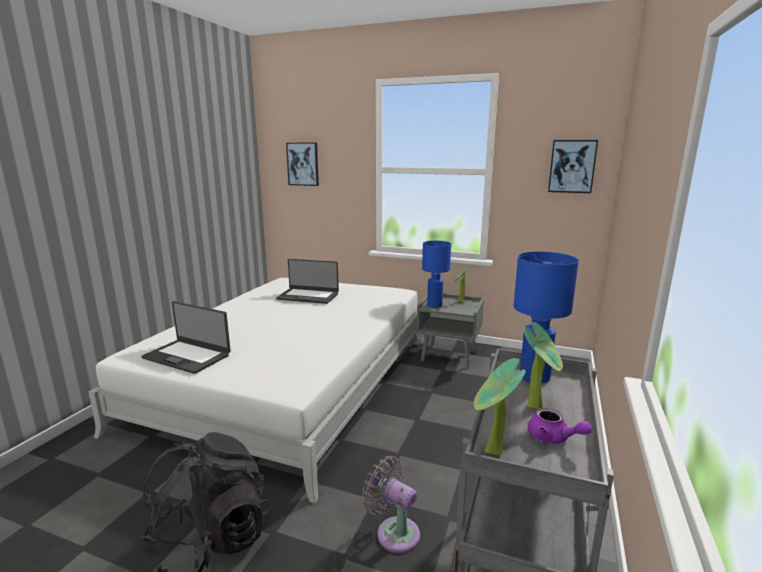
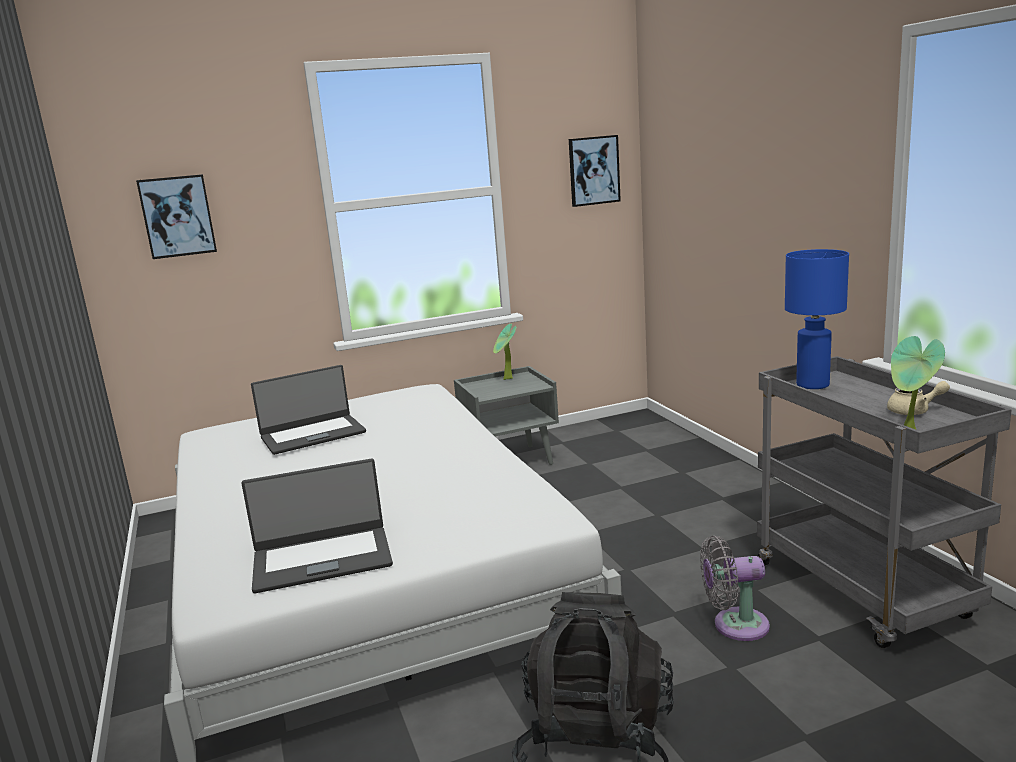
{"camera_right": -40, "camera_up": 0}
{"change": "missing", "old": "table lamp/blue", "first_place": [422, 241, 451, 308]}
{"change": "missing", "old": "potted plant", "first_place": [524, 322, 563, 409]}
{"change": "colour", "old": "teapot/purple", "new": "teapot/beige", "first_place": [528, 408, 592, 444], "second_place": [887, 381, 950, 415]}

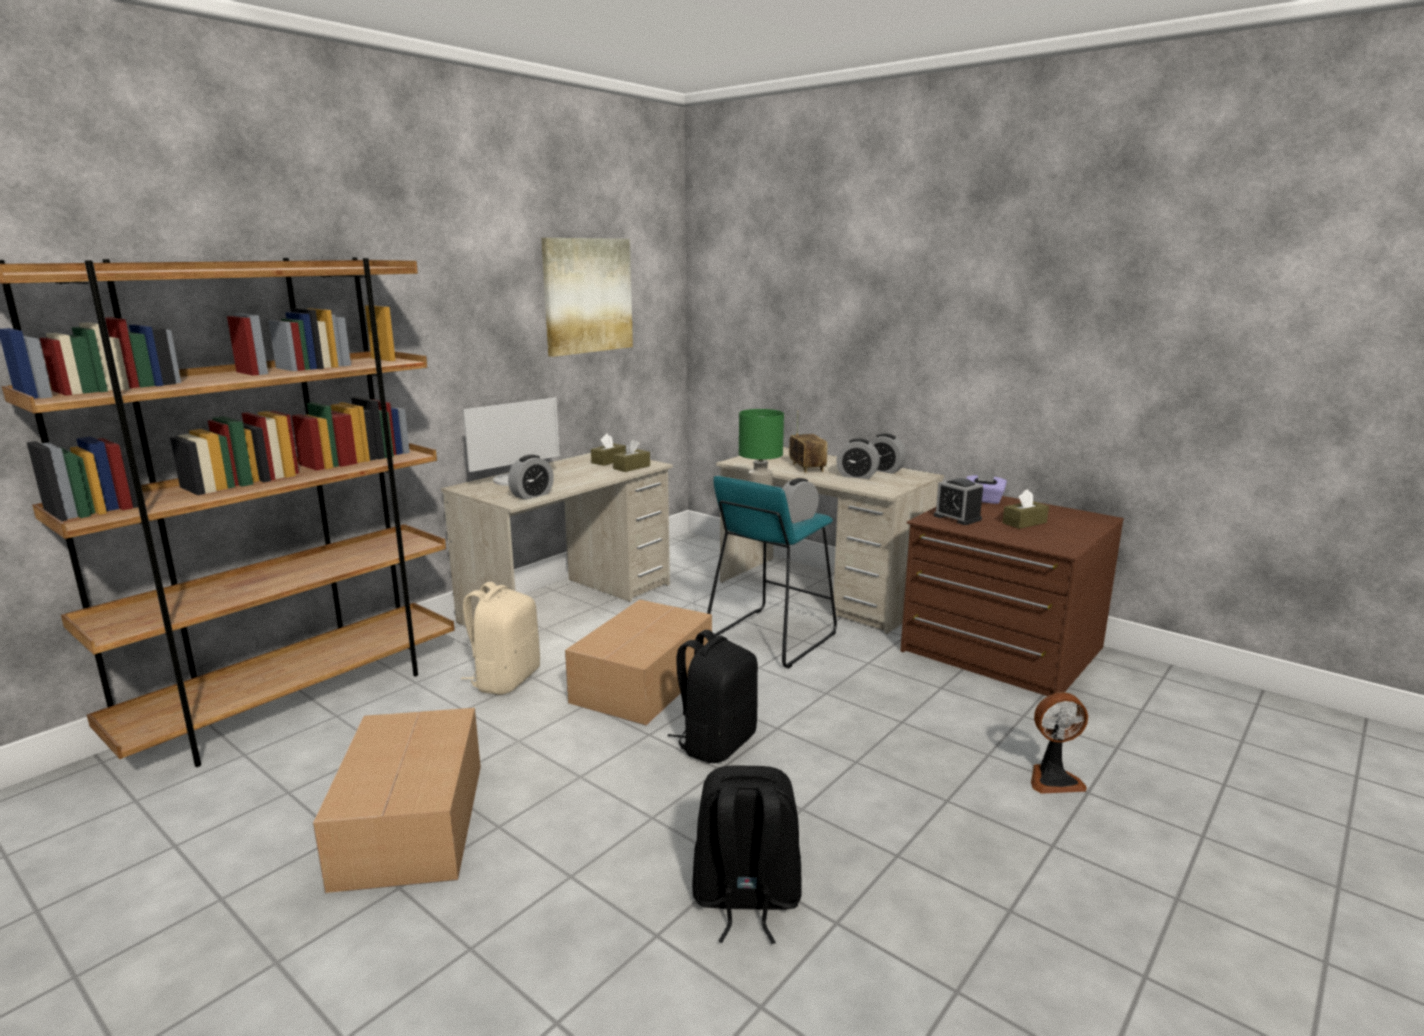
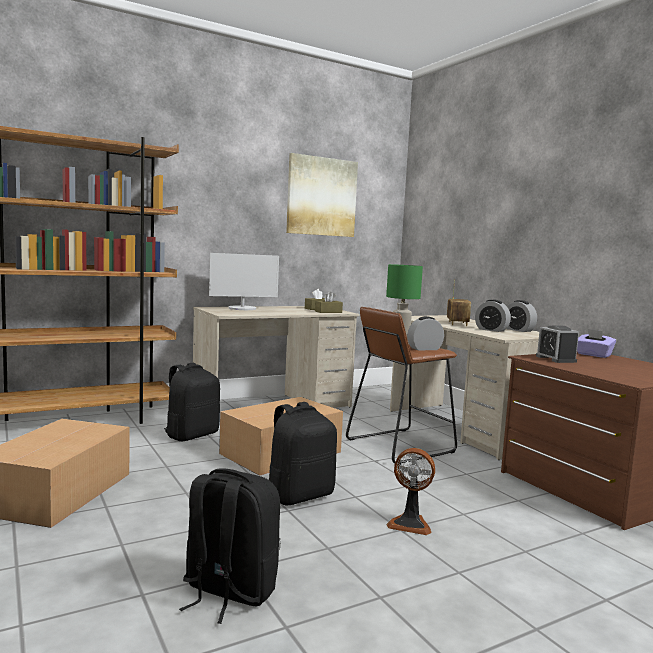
{"camera_right": 20, "camera_up": -10}
{"change": "missing", "old": "alarm clock", "first_place": [508, 455, 554, 500]}
{"change": "missing", "old": "tissue box/brown", "first_place": [1003, 489, 1049, 529]}
{"change": "relocated", "old": "fan", "first_place": [1031, 692, 1088, 794], "second_place": [386, 448, 435, 535]}
{"change": "colour", "old": "backpack/beige", "new": "backpack/black", "first_place": [461, 582, 540, 695], "second_place": [164, 363, 220, 441]}
{"change": "colour", "old": "stool/turquoise", "new": "stool/brown", "first_place": [707, 476, 837, 669], "second_place": [346, 307, 457, 464]}

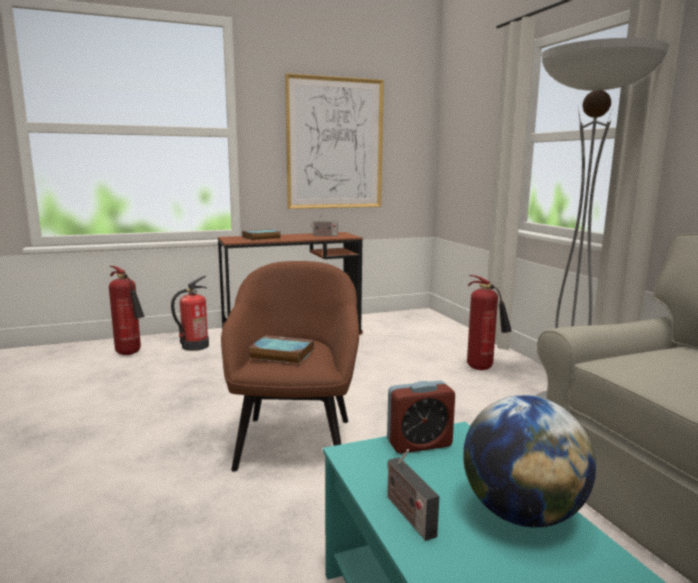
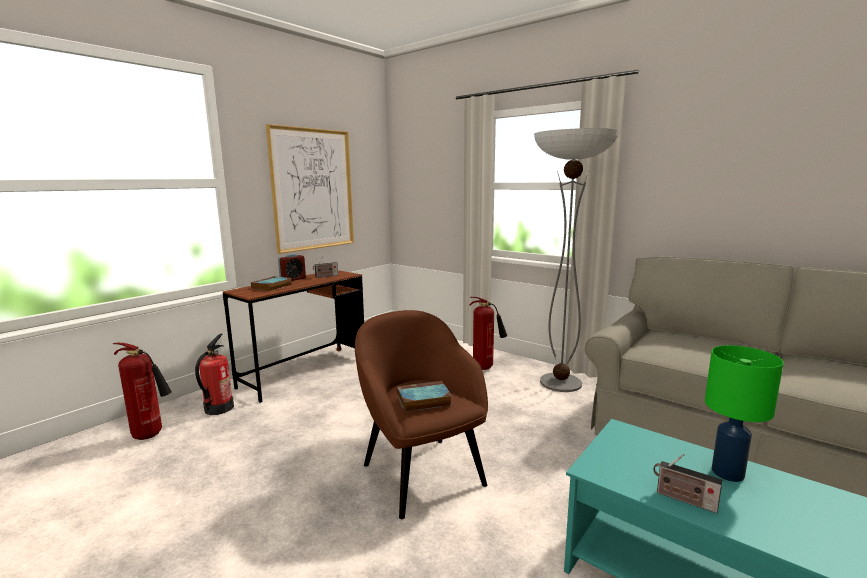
{"camera_right": -30, "camera_up": 0}
{"change": "relocated", "old": "alarm clock", "first_place": [387, 381, 455, 454], "second_place": [278, 254, 306, 281]}
{"change": "exchanged", "old": "globe", "new": "table lamp/green", "first_place": [463, 395, 596, 528], "second_place": [705, 345, 784, 482]}

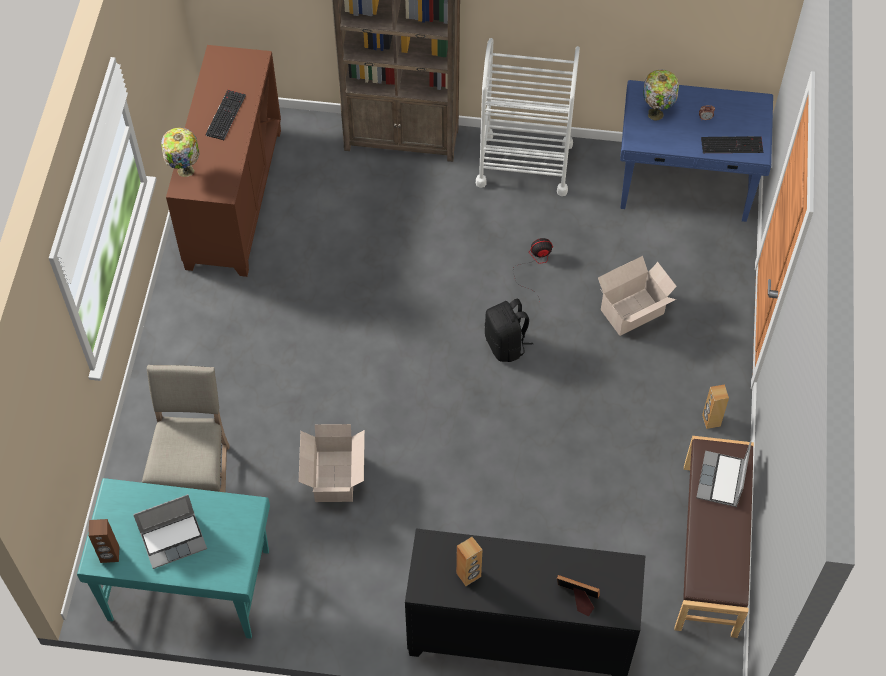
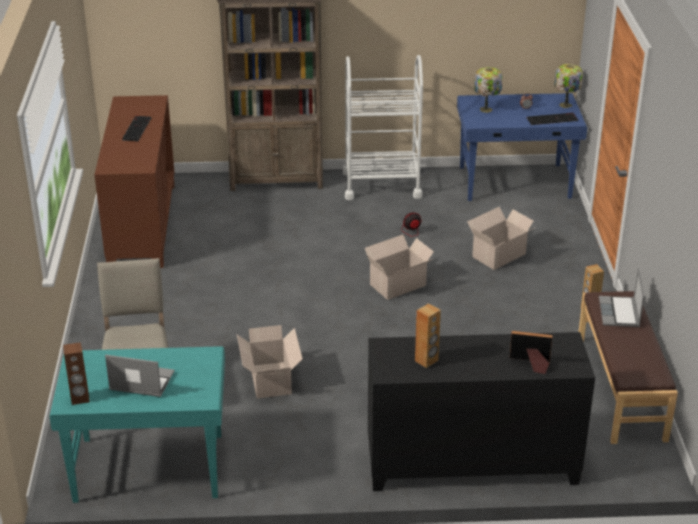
{"camera_right": -10, "camera_up": -25}
{"change": "relocated", "old": "table lamp", "first_place": [161, 128, 200, 177], "second_place": [554, 64, 583, 108]}
{"change": "exchanged", "old": "backpack/black", "new": "cardboard box", "first_place": [485, 298, 533, 362], "second_place": [365, 235, 434, 300]}
{"change": "spun", "old": "laptop", "first_place": [133, 494, 207, 569], "second_place": [105, 355, 175, 397], "degrees": -135}

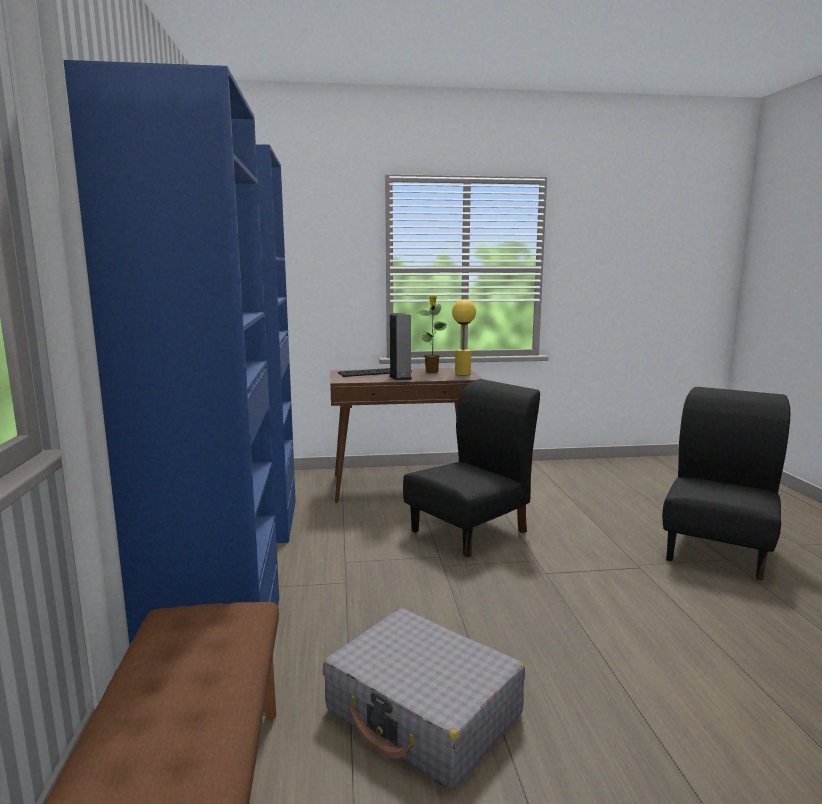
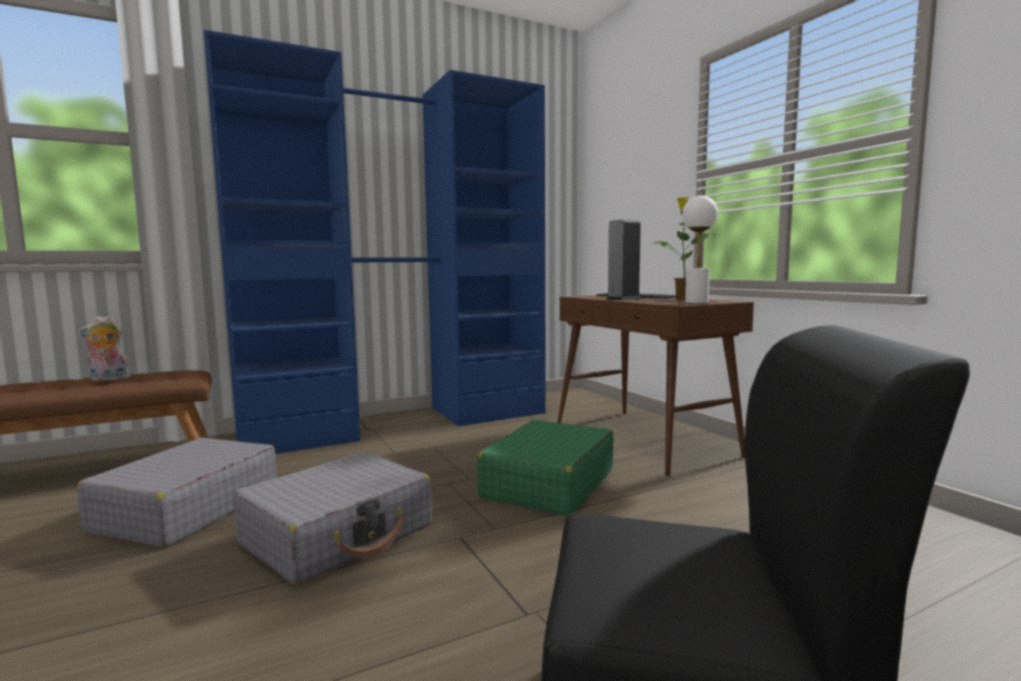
{"camera_right": 70, "camera_up": -5}
{"change": "appeared", "new": "plush toy", "second_place": [78, 315, 130, 381]}
{"change": "appeared", "new": "suitcase/grey", "second_place": [232, 452, 432, 585]}
{"change": "exchanged", "old": "chair/black", "new": "suitcase/green", "first_place": [403, 379, 540, 558], "second_place": [477, 420, 614, 516]}
{"change": "colour", "old": "table lamp/yellow", "new": "table lamp/white", "first_place": [452, 299, 476, 376], "second_place": [682, 195, 718, 304]}

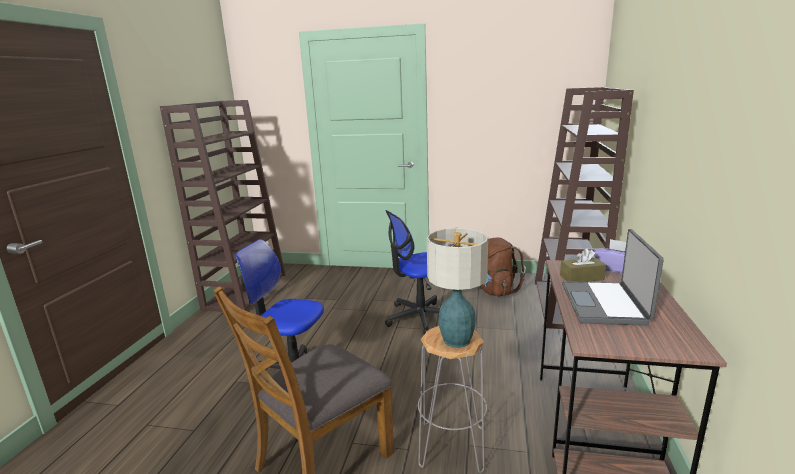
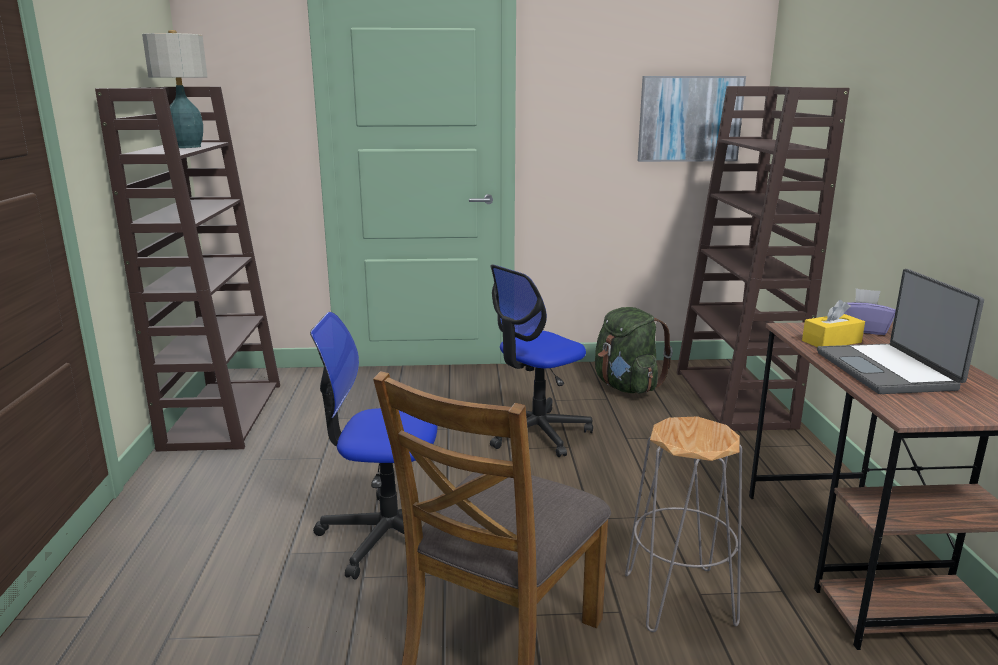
{"camera_right": -15, "camera_up": 0}
{"change": "appeared", "new": "picture", "second_place": [638, 76, 746, 162]}
{"change": "relocated", "old": "table lamp", "first_place": [427, 228, 488, 348], "second_place": [142, 30, 207, 148]}
{"change": "colour", "old": "backpack/brown", "new": "backpack/green", "first_place": [479, 238, 526, 297], "second_place": [595, 307, 673, 393]}
{"change": "colour", "old": "tissue box/brown", "new": "tissue box/yellow", "first_place": [560, 248, 606, 282], "second_place": [802, 300, 865, 347]}

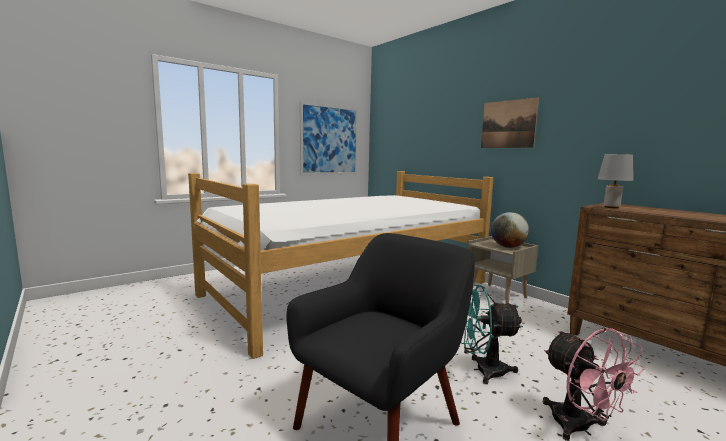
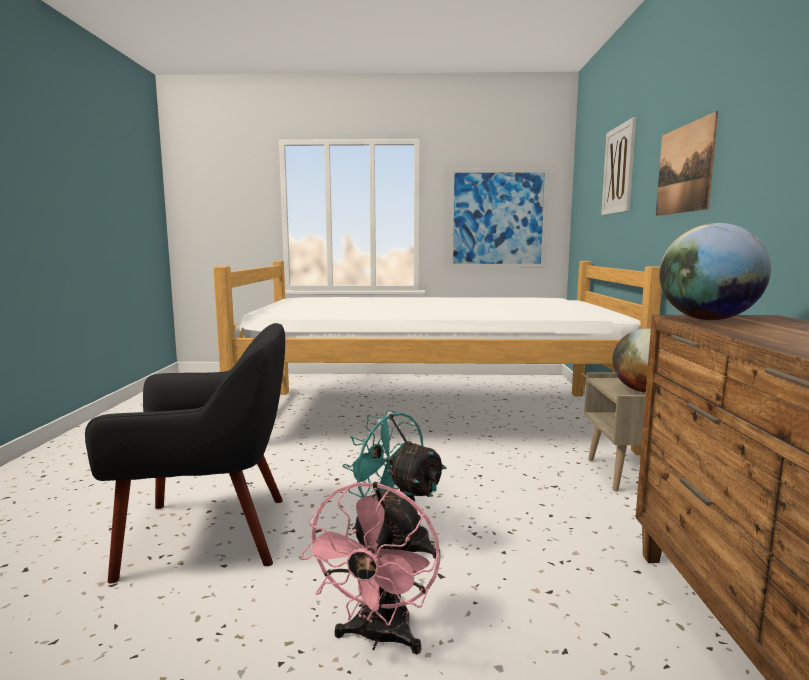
{"camera_right": 40, "camera_up": 0}
{"change": "appeared", "new": "picture", "second_place": [601, 117, 636, 215]}
{"change": "exchanged", "old": "table lamp/grey", "new": "globe", "first_place": [598, 154, 633, 208], "second_place": [659, 223, 771, 320]}

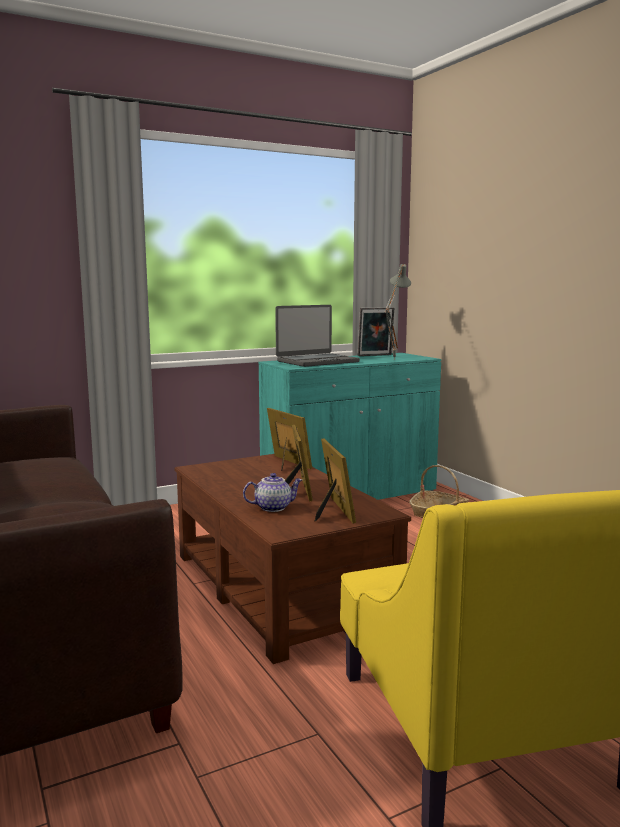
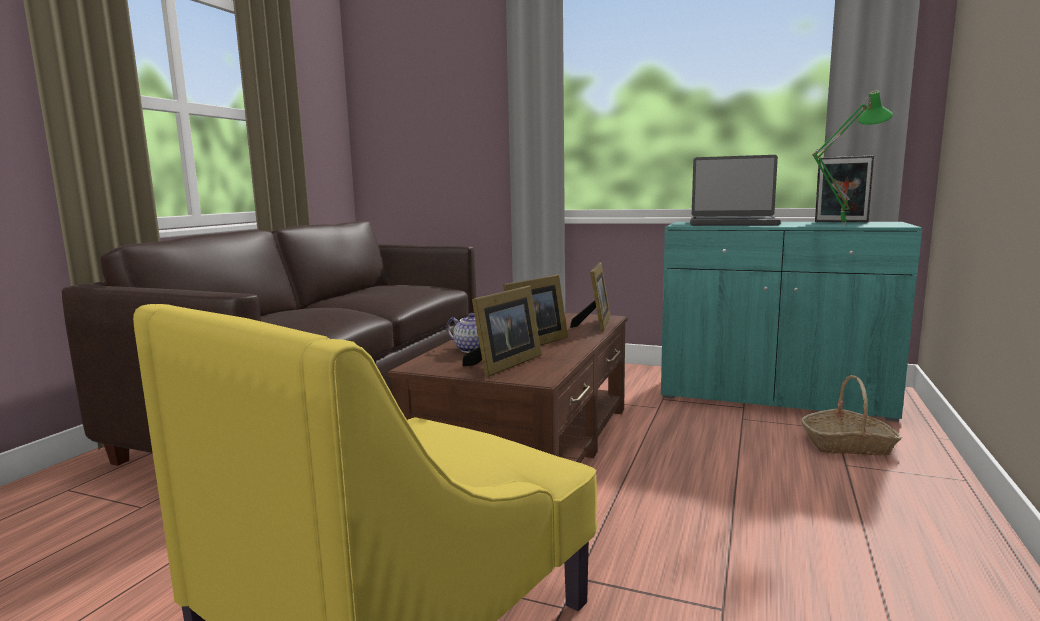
{"camera_right": 50, "camera_up": 0}
{"change": "colour", "old": "table lamp/grey", "new": "table lamp/green", "first_place": [385, 264, 411, 359], "second_place": [812, 91, 893, 225]}

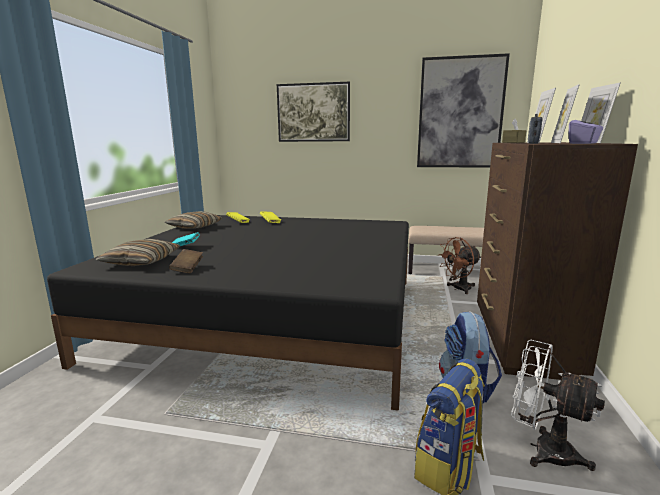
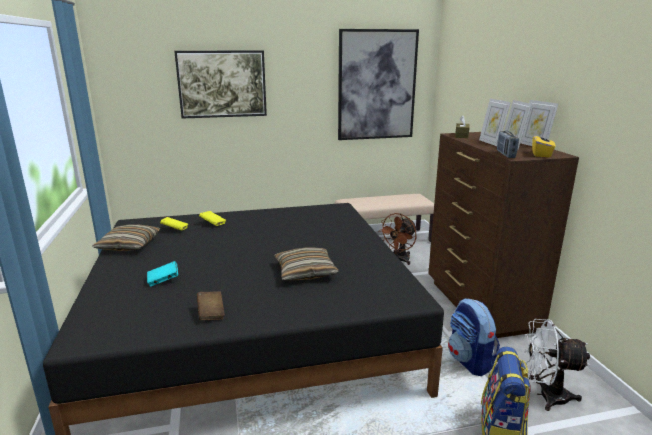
{"camera_right": -25, "camera_up": 5}
{"change": "relocated", "old": "pillow", "first_place": [96, 239, 180, 266], "second_place": [274, 247, 339, 280]}
{"change": "colour", "old": "tissue box/purple", "new": "tissue box/yellow", "first_place": [569, 112, 603, 144], "second_place": [532, 131, 556, 157]}

